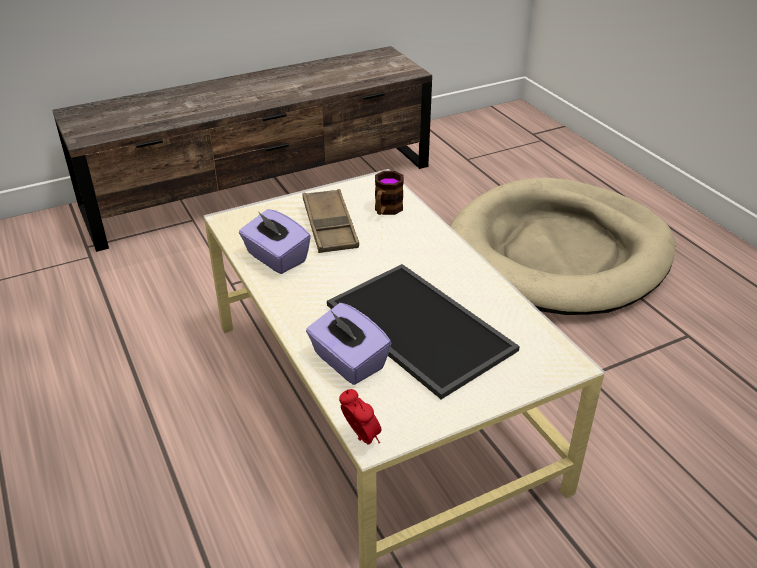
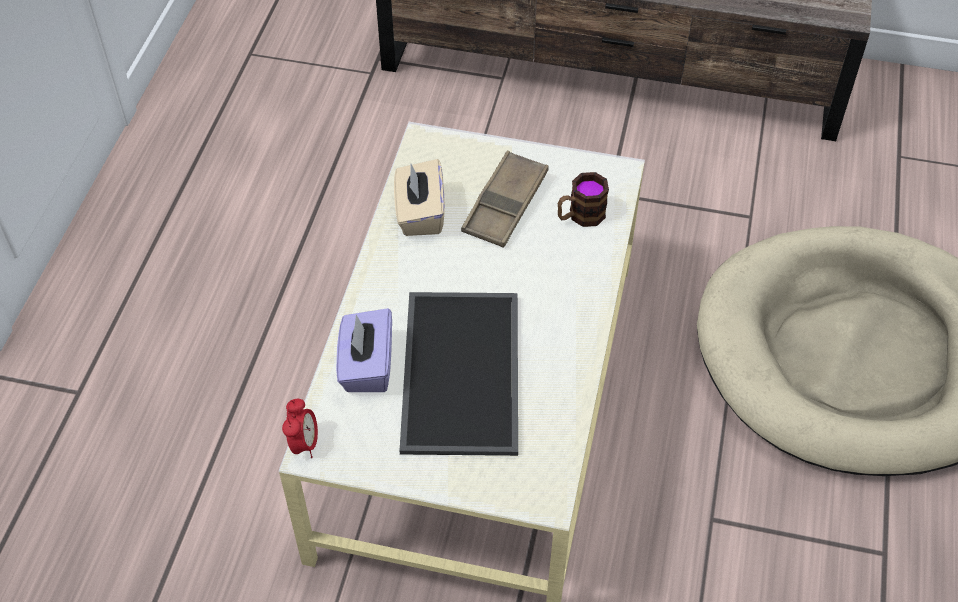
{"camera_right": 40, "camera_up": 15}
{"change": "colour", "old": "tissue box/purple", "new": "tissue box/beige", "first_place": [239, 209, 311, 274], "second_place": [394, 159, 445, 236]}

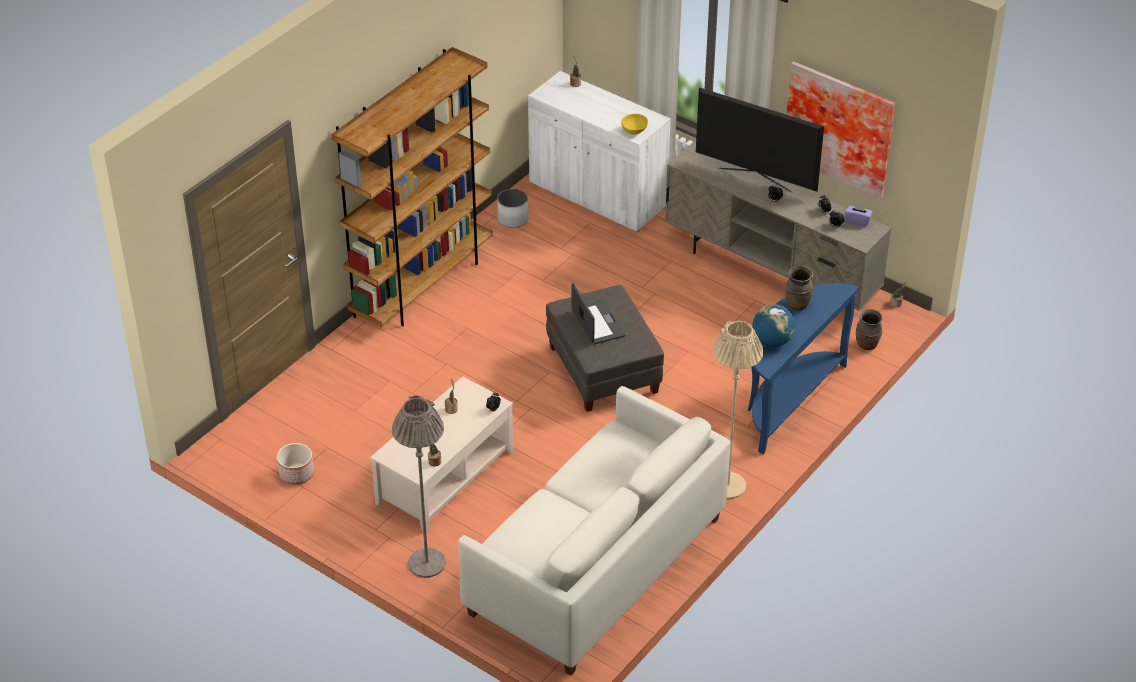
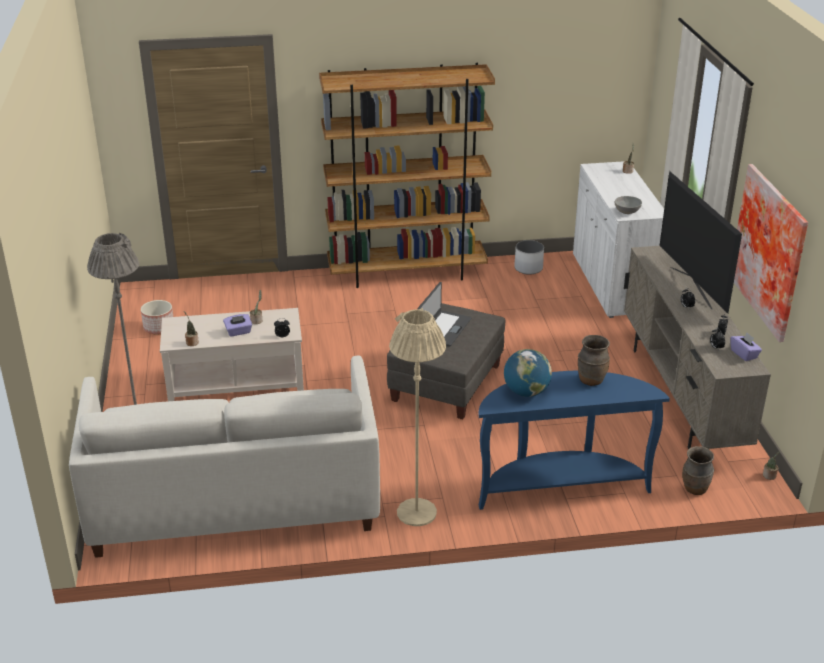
{"camera_right": 45, "camera_up": -10}
{"change": "appeared", "new": "tissue box/purple", "second_place": [223, 314, 252, 337]}
{"change": "colour", "old": "bowl/yellow", "new": "bowl/grey", "first_place": [621, 114, 648, 134], "second_place": [614, 196, 642, 214]}

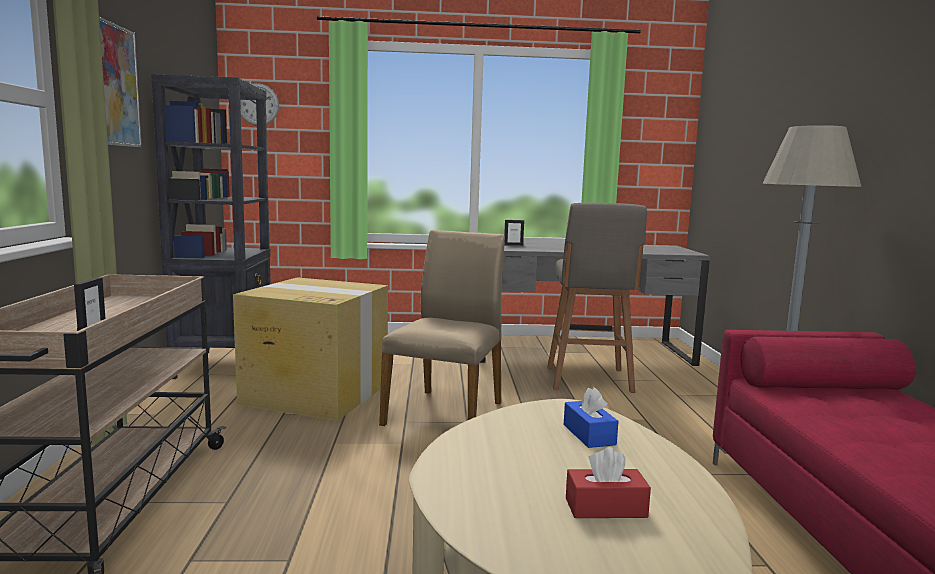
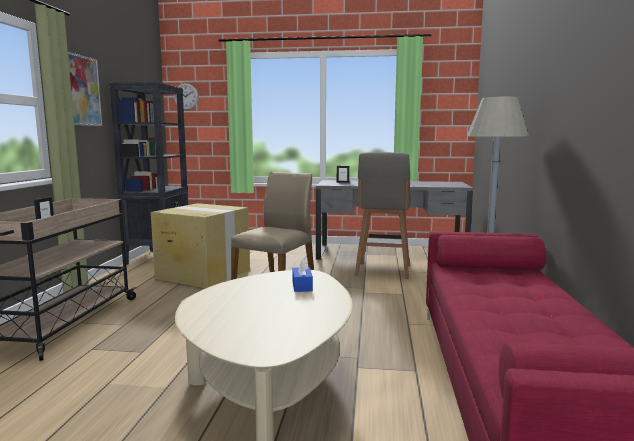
{"camera_right": 10, "camera_up": 0}
{"change": "missing", "old": "tissue box/red", "first_place": [566, 447, 651, 518]}

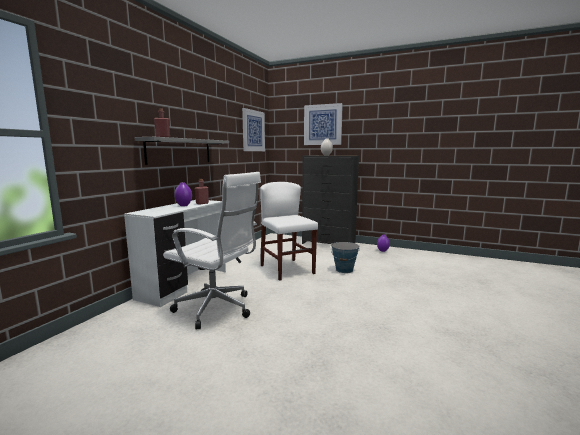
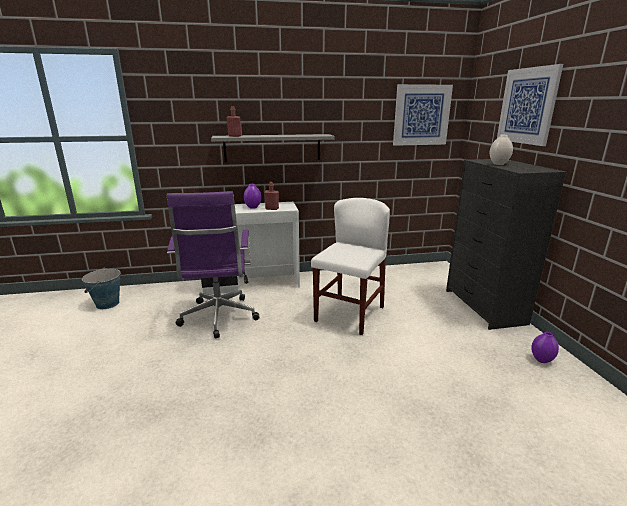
{"camera_right": 55, "camera_up": 10}
{"change": "relocated", "old": "bucket", "first_place": [331, 242, 360, 273], "second_place": [82, 268, 121, 309]}
{"change": "colour", "old": "office chair/white", "new": "office chair/purple", "first_place": [163, 172, 261, 330], "second_place": [166, 191, 259, 338]}

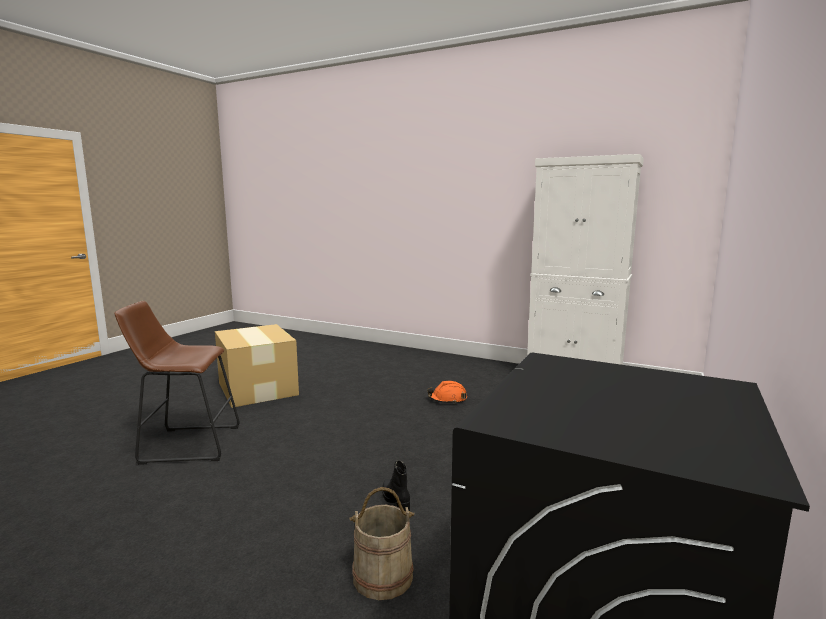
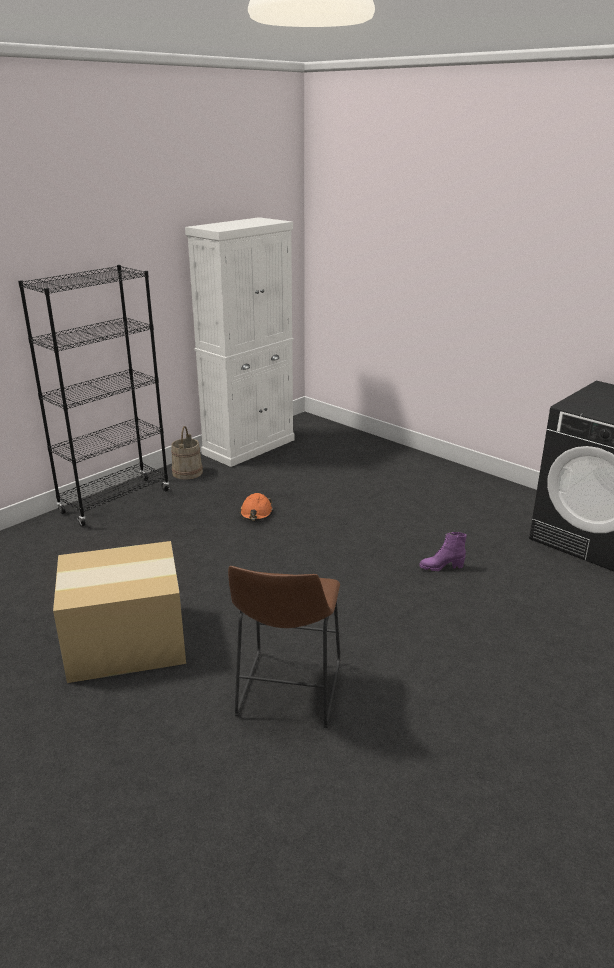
{"camera_right": -75, "camera_up": 15}
{"change": "appeared", "new": "bookcase/black", "second_place": [18, 265, 169, 527]}
{"change": "relocated", "old": "bucket/beige", "first_place": [349, 487, 414, 600], "second_place": [171, 426, 203, 480]}
{"change": "colour", "old": "boot/black", "new": "boot/purple", "first_place": [382, 460, 410, 512], "second_place": [419, 532, 467, 572]}

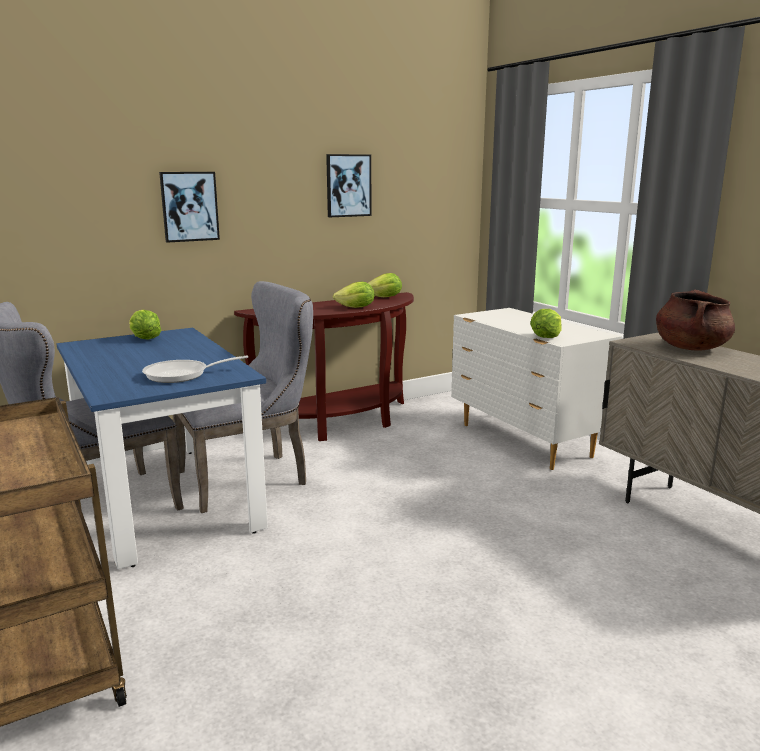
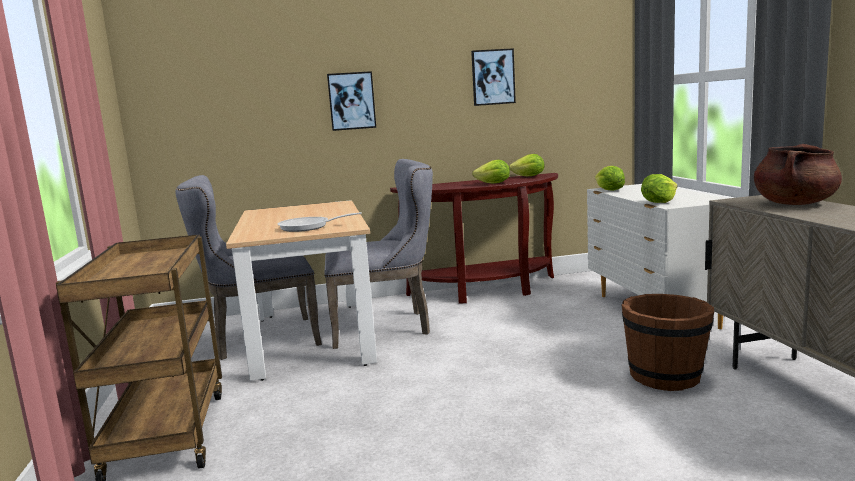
{"camera_right": 20, "camera_up": -5}
{"change": "appeared", "new": "bucket/brown", "second_place": [622, 294, 714, 391]}
{"change": "relocated", "old": "lettuce", "first_place": [129, 310, 161, 339], "second_place": [595, 166, 625, 191]}
{"change": "colour", "old": "dining table/blue", "new": "dining table/beige", "first_place": [57, 328, 268, 569], "second_place": [226, 200, 377, 381]}

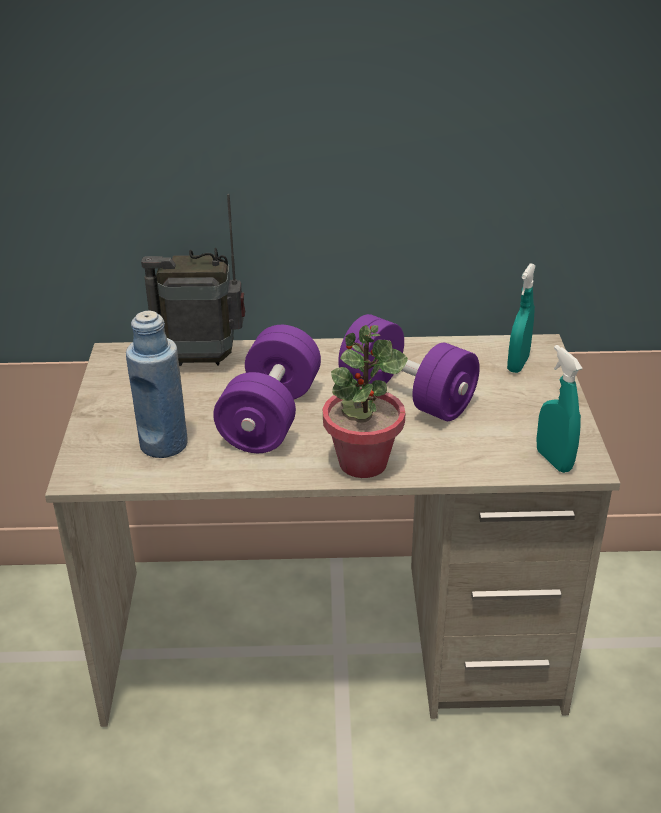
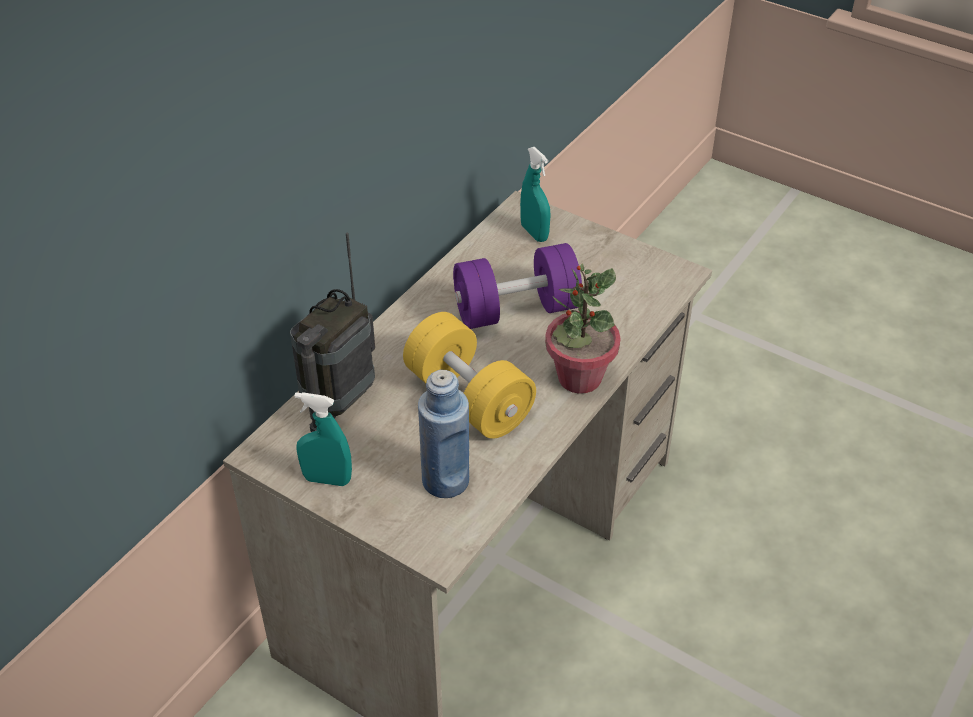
{"camera_right": -55, "camera_up": 10}
{"change": "relocated", "old": "spray bottle/turquoise", "first_place": [536, 345, 582, 473], "second_place": [295, 392, 352, 486]}
{"change": "colour", "old": "dumbbell/purple", "new": "dumbbell/yellow", "first_place": [213, 325, 321, 453], "second_place": [403, 312, 536, 439]}

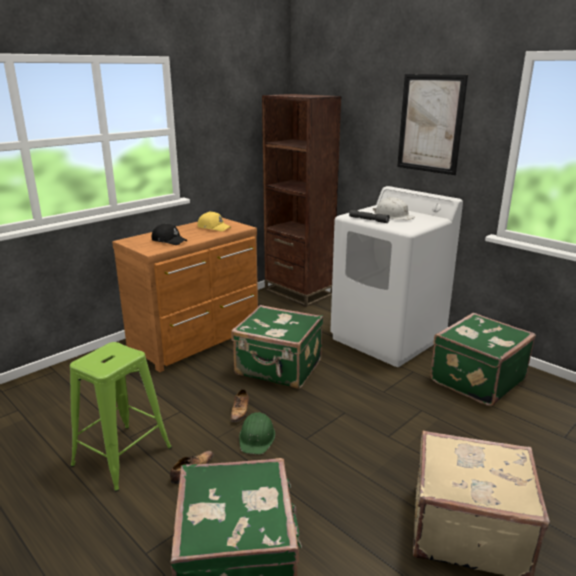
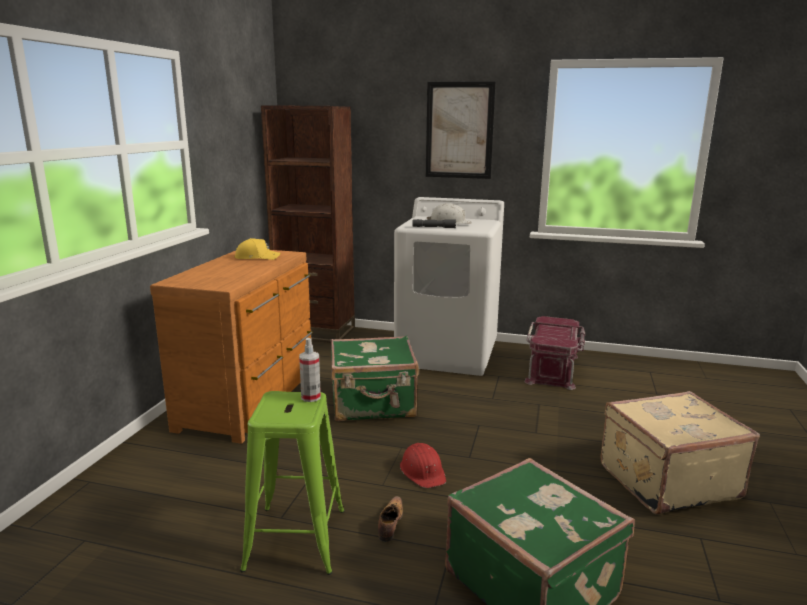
{"camera_right": -30, "camera_up": -5}
{"change": "missing", "old": "cap/black", "first_place": [152, 223, 187, 245]}
{"change": "missing", "old": "shoe", "first_place": [231, 389, 249, 422]}
{"change": "appeared", "new": "spray bottle", "second_place": [299, 338, 321, 402]}
{"change": "exchanged", "old": "suitcase/green", "new": "storage box/red", "first_place": [430, 313, 536, 406], "second_place": [524, 316, 585, 390]}
{"change": "colour", "old": "hard hat/green", "new": "hard hat/red", "first_place": [239, 412, 275, 454], "second_place": [400, 443, 446, 488]}

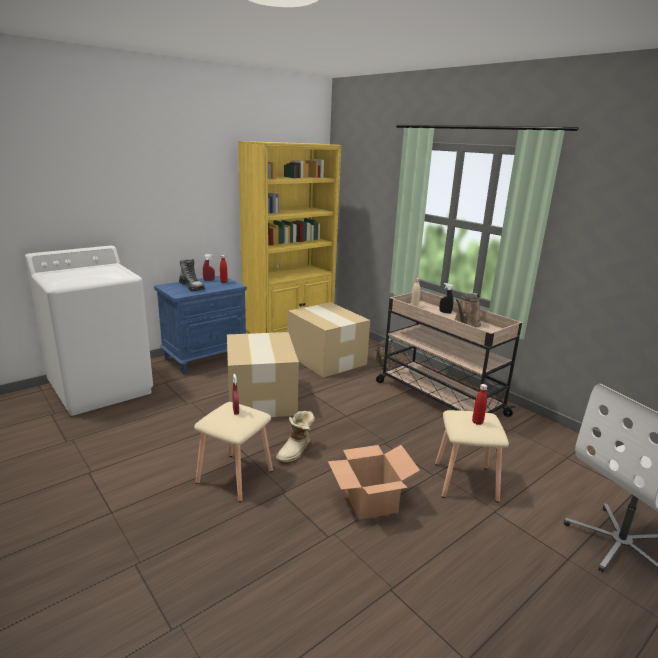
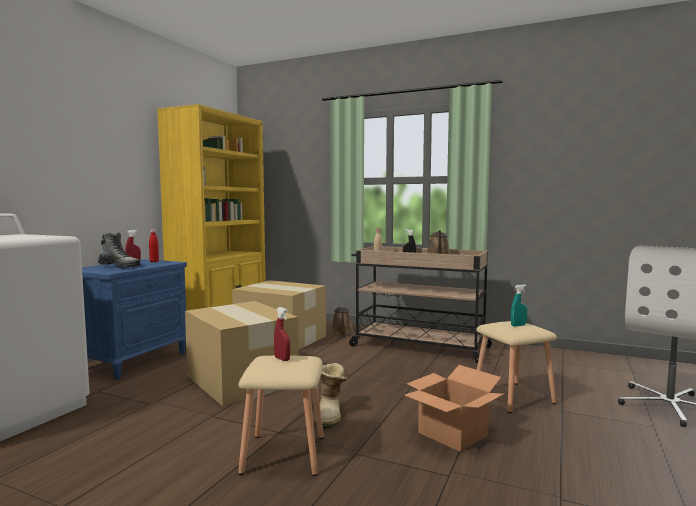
{"camera_right": -25, "camera_up": -15}
{"change": "exchanged", "old": "bottle/red", "new": "spray bottle/turquoise", "first_place": [472, 384, 487, 425], "second_place": [511, 284, 527, 327]}

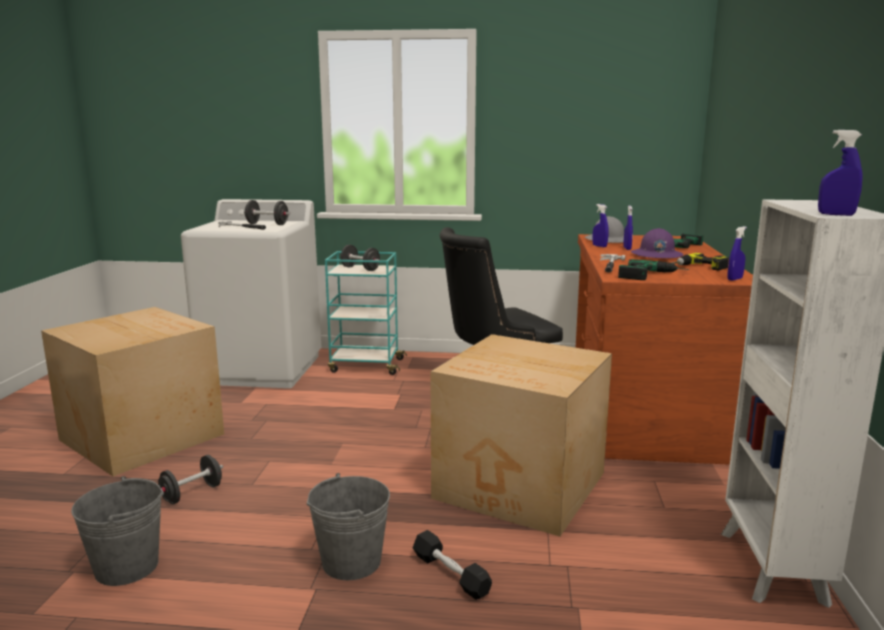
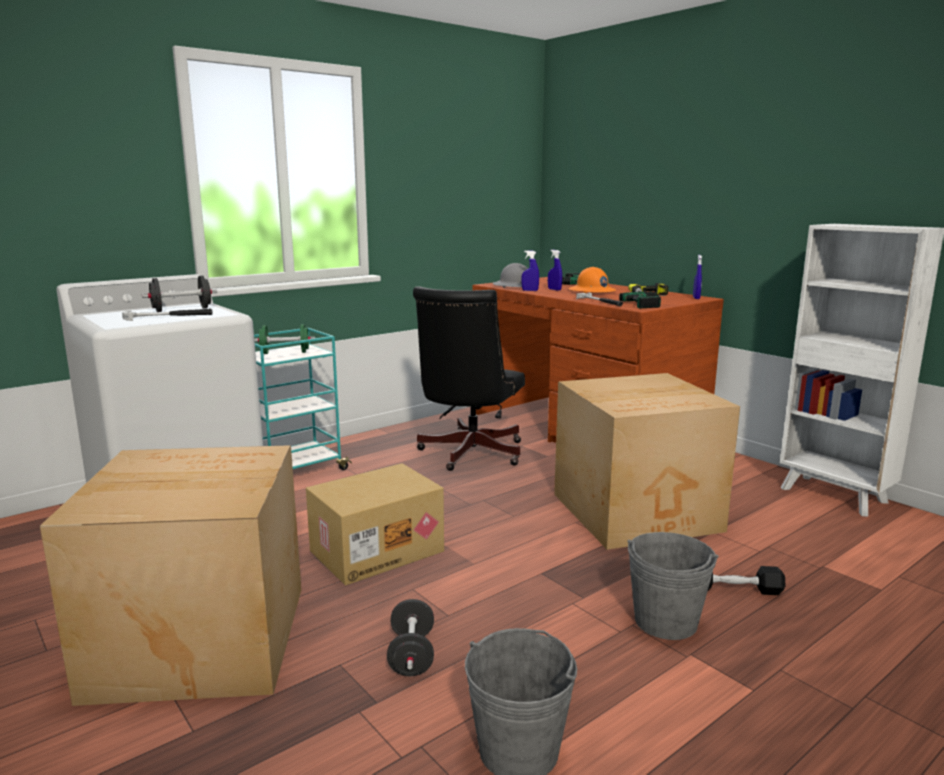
{"camera_right": -45, "camera_up": 0}
{"change": "missing", "old": "spray bottle/blue", "first_place": [818, 130, 862, 216]}
{"change": "appeared", "new": "cardboard box", "second_place": [306, 463, 444, 585]}
{"change": "colour", "old": "dumbbell/black", "new": "dumbbell/green", "first_place": [341, 245, 380, 271], "second_place": [254, 324, 315, 354]}
{"change": "colour", "old": "hard hat/purple", "new": "hard hat/orange", "first_place": [631, 228, 684, 258], "second_place": [569, 267, 616, 293]}

